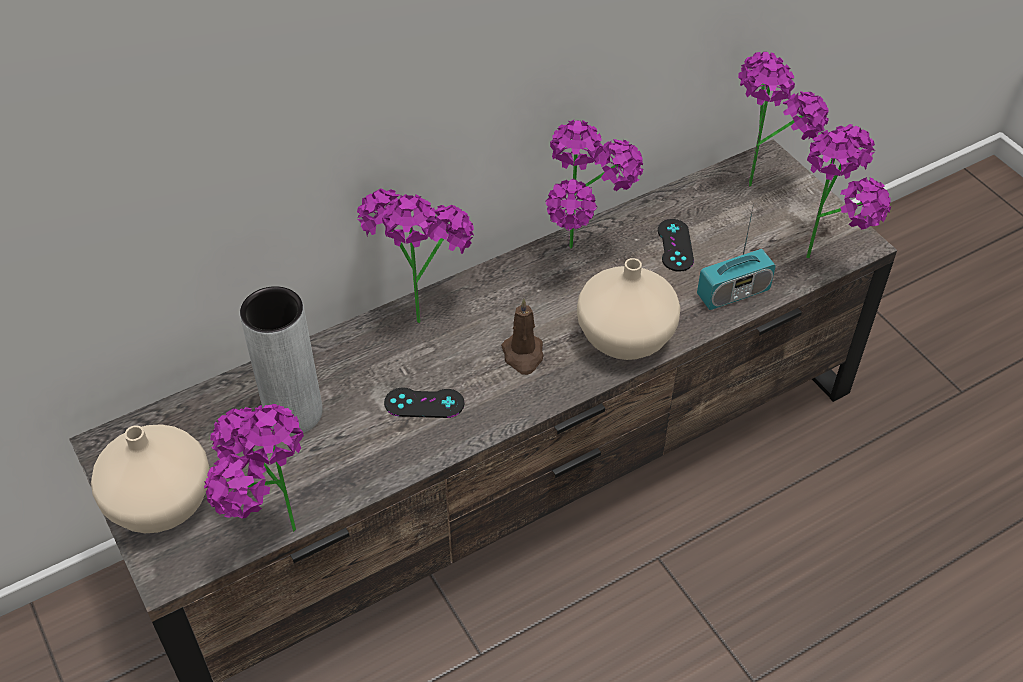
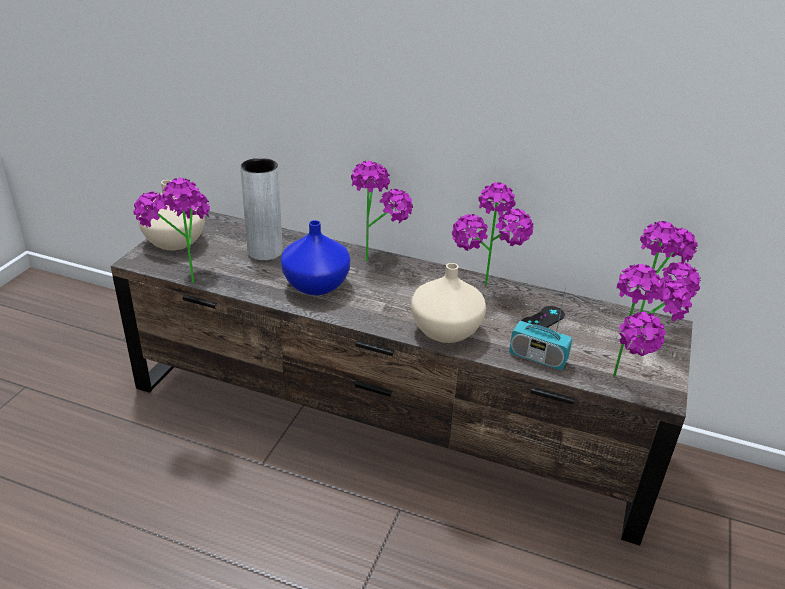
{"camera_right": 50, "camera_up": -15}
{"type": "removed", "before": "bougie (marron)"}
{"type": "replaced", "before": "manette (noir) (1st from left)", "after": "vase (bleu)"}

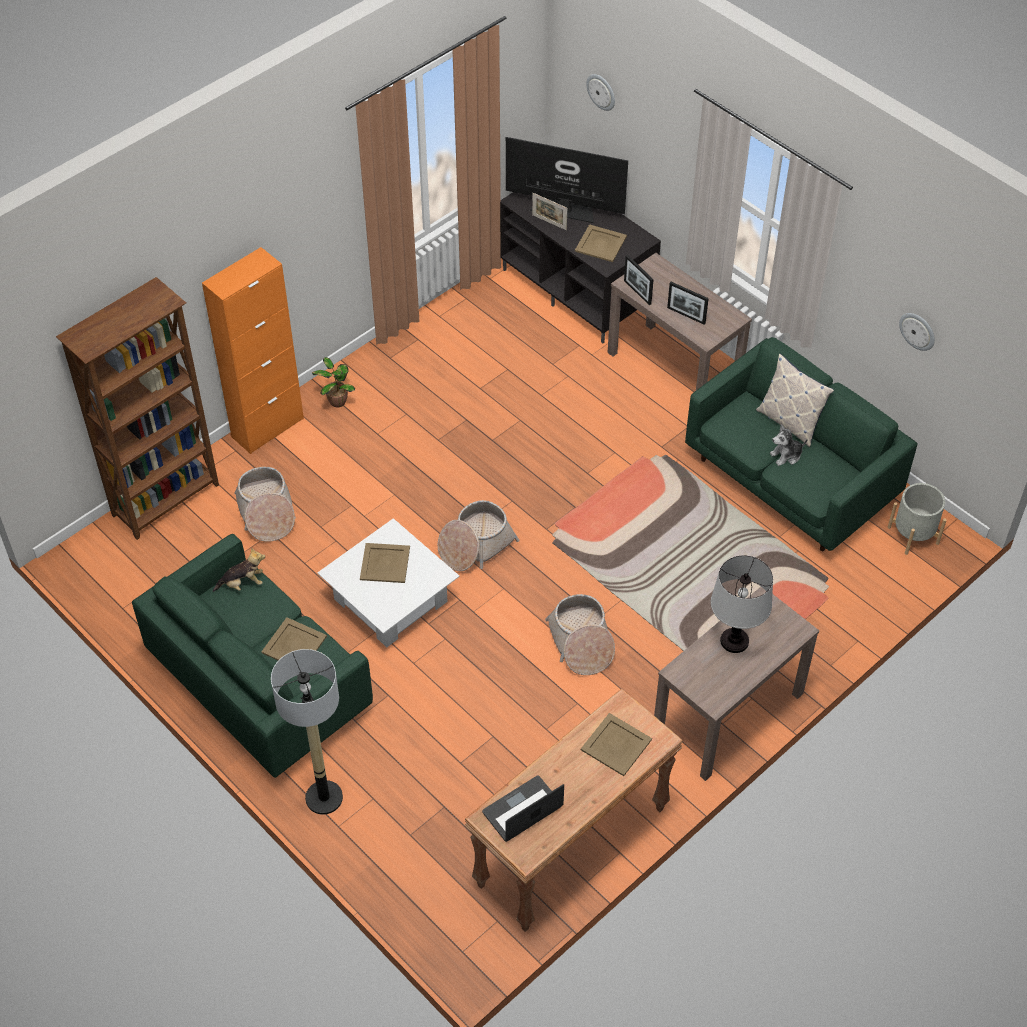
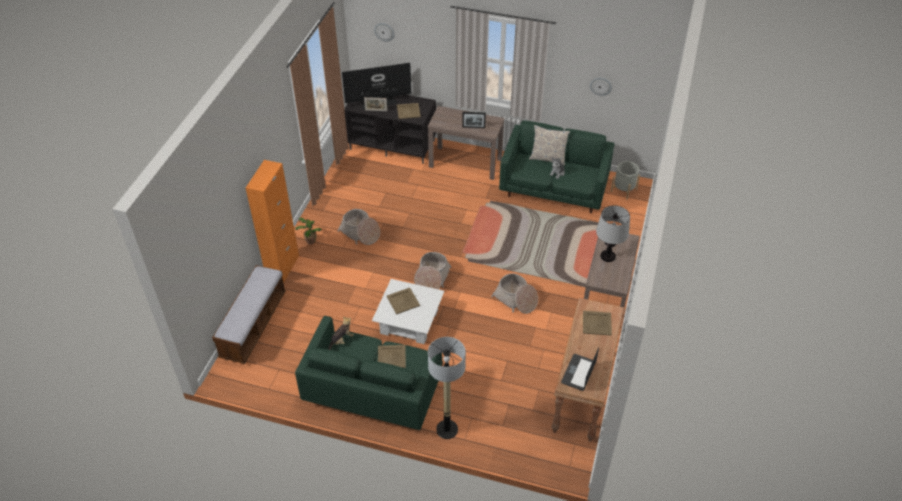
{"camera_right": -30, "camera_up": -5}
{"type": "removed", "before": "cadre photo (2nd from left)"}
{"type": "replaced", "before": "bibliothèque (marron)", "after": "banc"}
{"type": "moved", "before": "panier (1st from left)"}

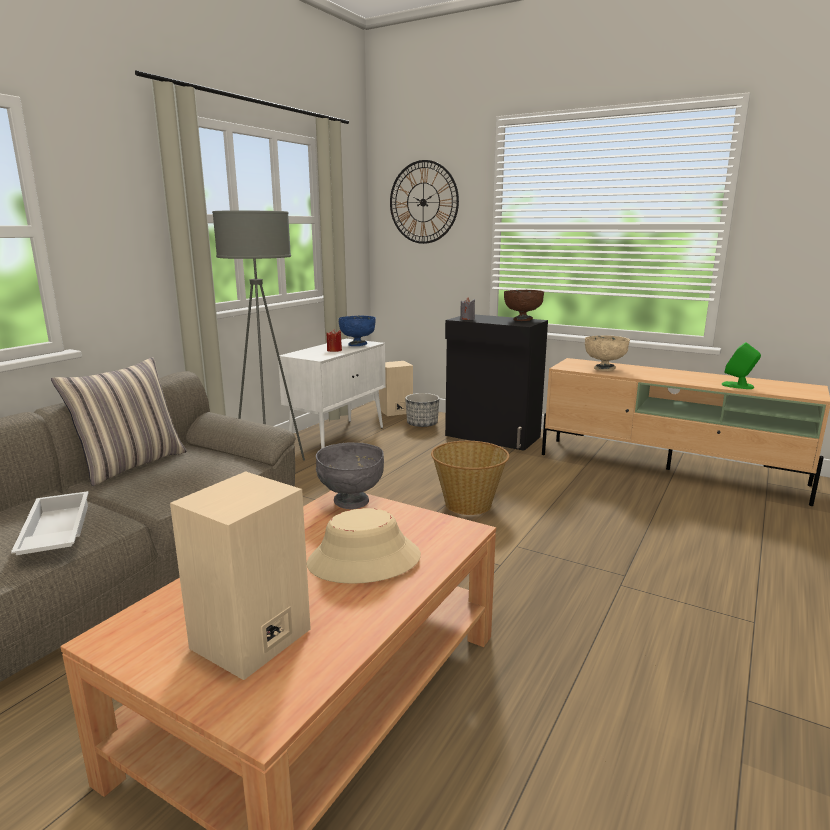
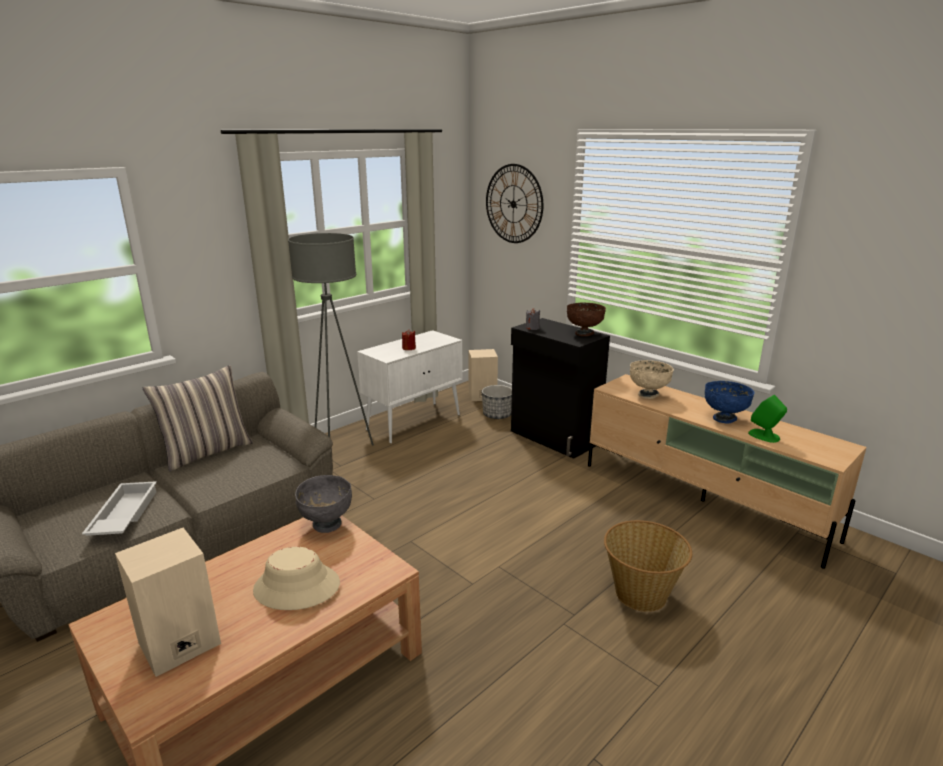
{"camera_right": 15, "camera_up": 5}
{"type": "moved", "before": "bol (bleu)"}
{"type": "moved", "before": "panier"}

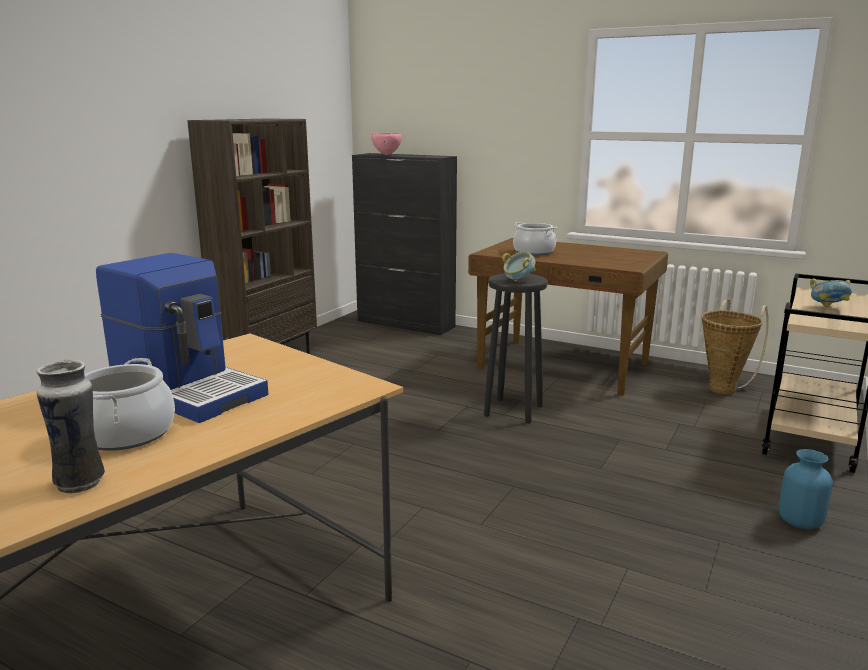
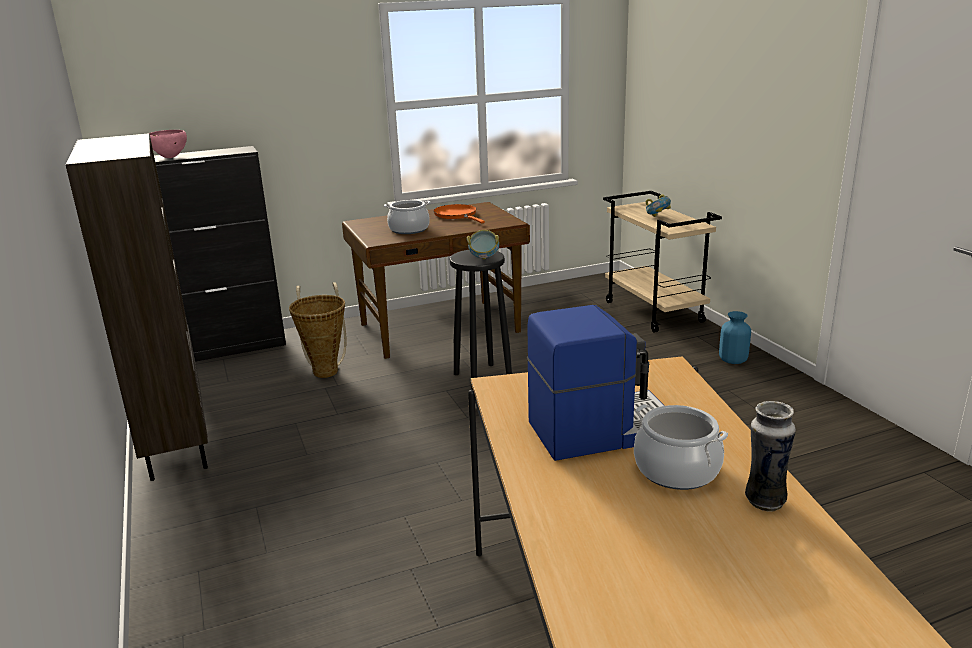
{"camera_right": -50, "camera_up": 5}
{"type": "moved", "before": "panier"}
{"type": "added", "after": "poêle (orange)"}

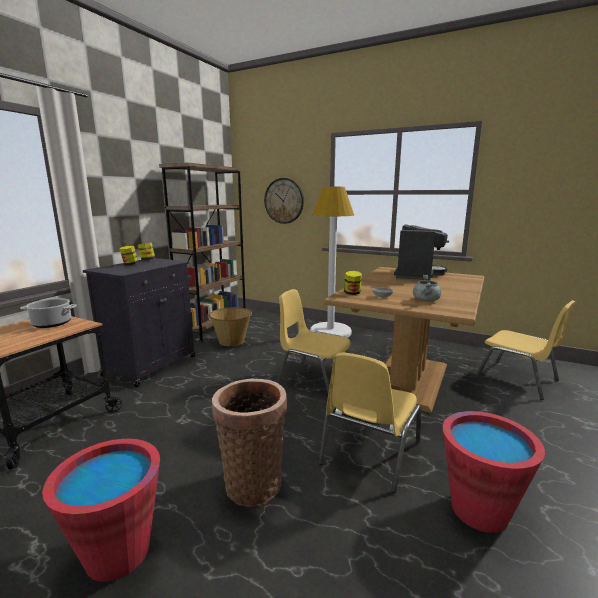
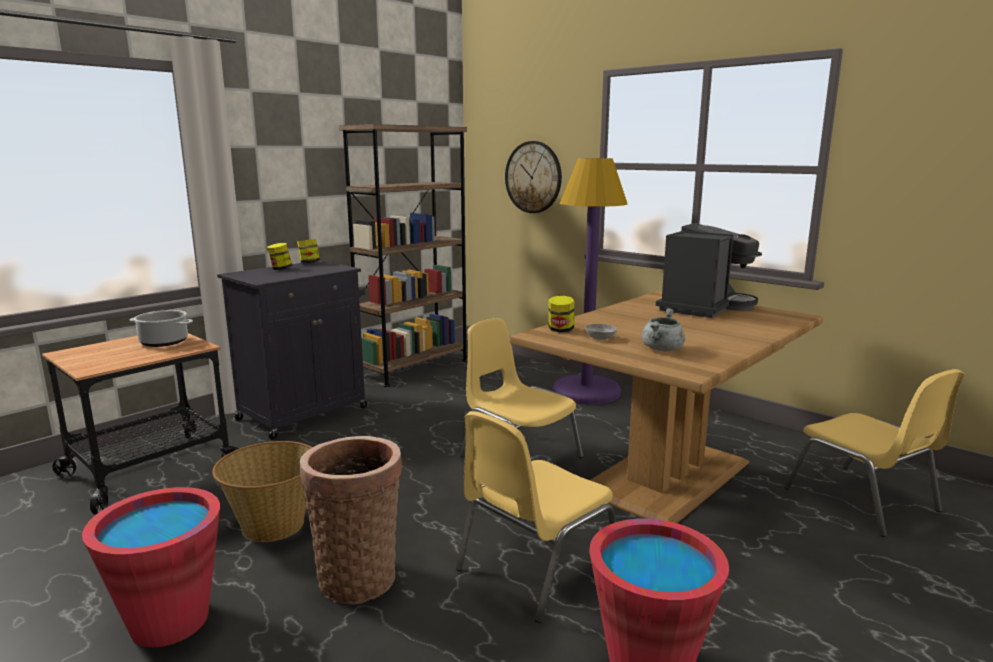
{"camera_right": 15, "camera_up": 0}
{"type": "recoloured", "before": "lampadaire (blanc)", "after": "lampadaire (violet)"}
{"type": "moved", "before": "panier (1st from left)"}

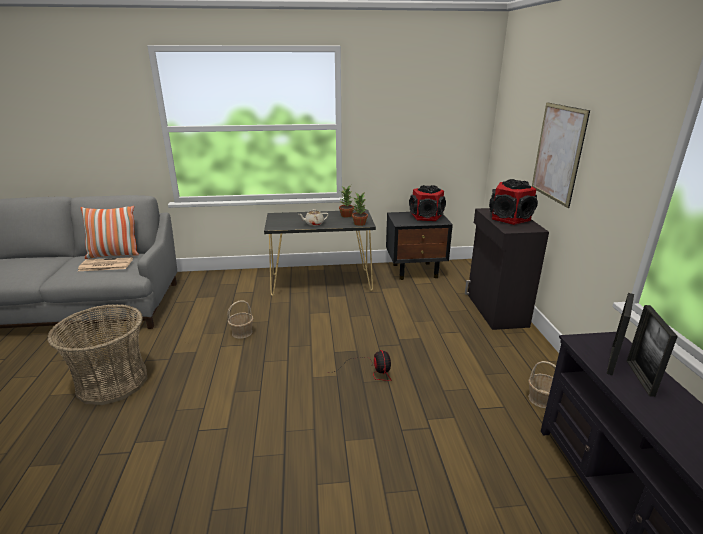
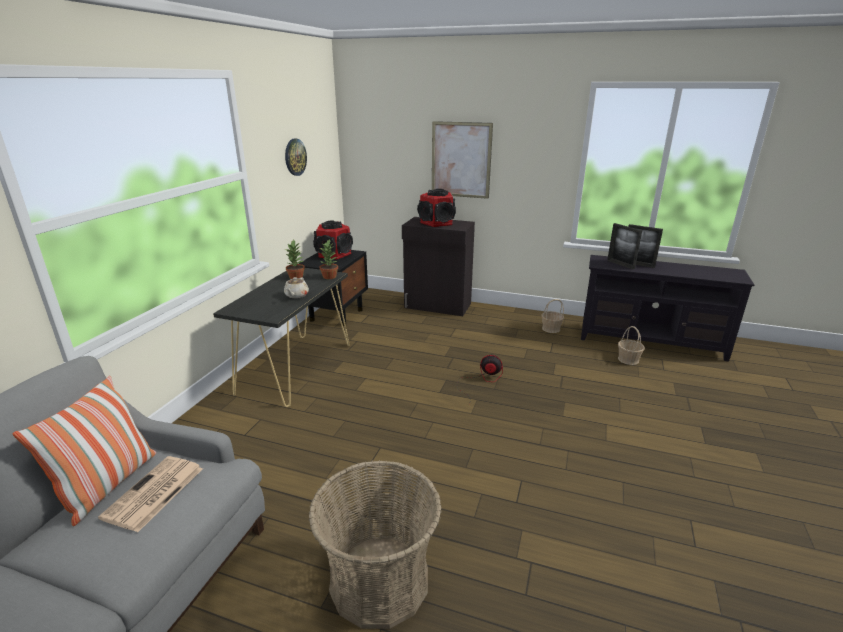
{"camera_right": -65, "camera_up": 0}
{"type": "moved", "before": "panier (2nd from left in the first image)", "after": "panier (3rd from left)"}
{"type": "added", "after": "horloge murale"}

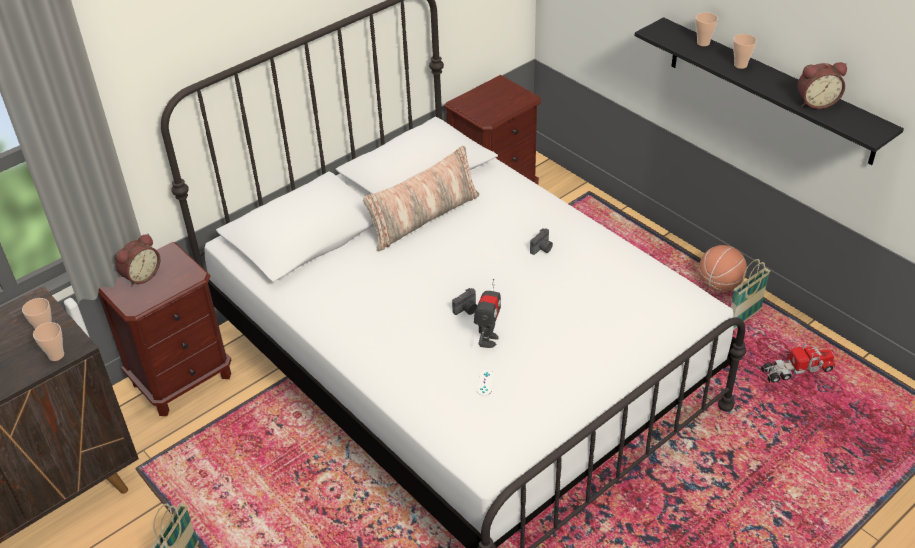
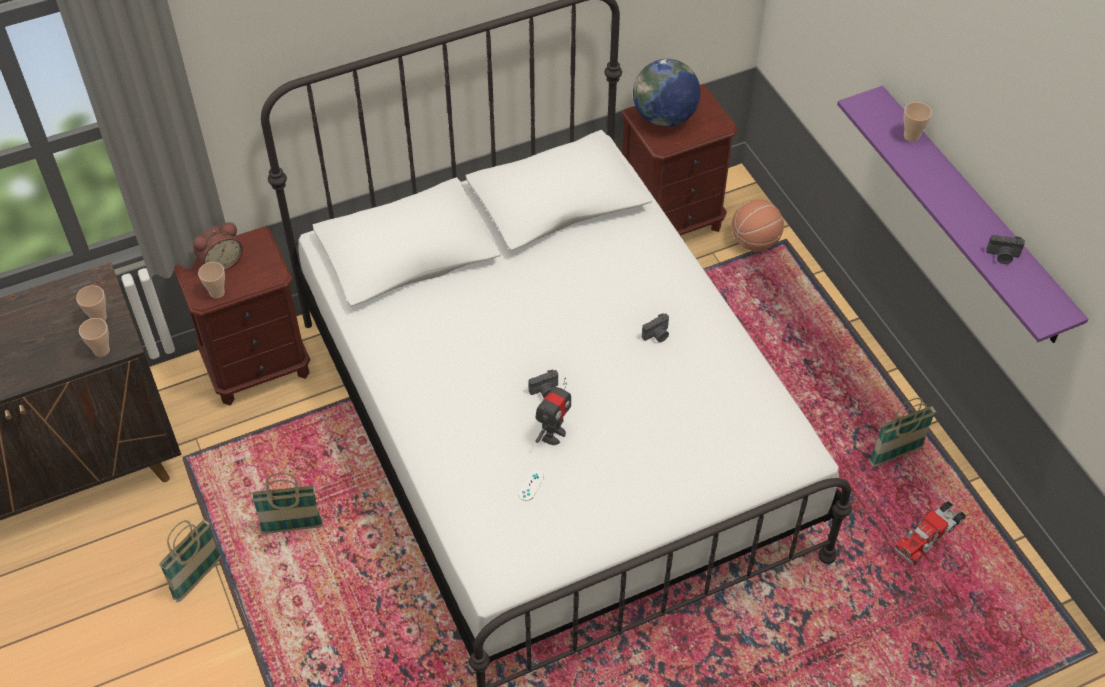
{"camera_right": 15, "camera_up": 10}
{"type": "recoloured", "before": "étagère (noir)", "after": "étagère (violet)"}
{"type": "moved", "before": "tasse (4th from left in the first image)", "after": "tasse (3rd from left)"}
{"type": "replaced", "before": "réveil (2nd from left)", "after": "appareil photo (3rd from left)"}
{"type": "removed", "before": "coussin"}
{"type": "moved", "before": "ballon de basket"}
{"type": "turned", "before": "camion jouet", "turn": 135}
{"type": "added", "after": "globe"}
{"type": "added", "after": "panier (2nd from left)"}

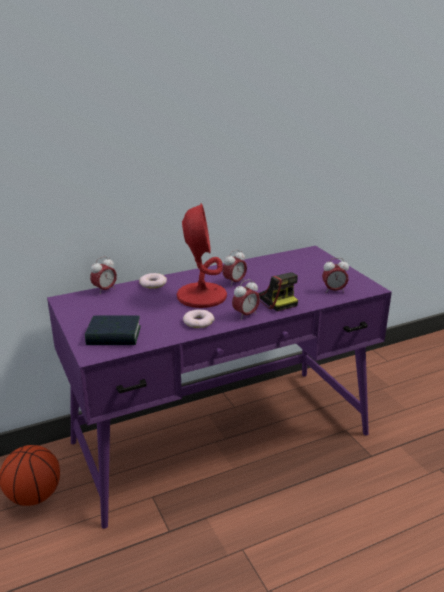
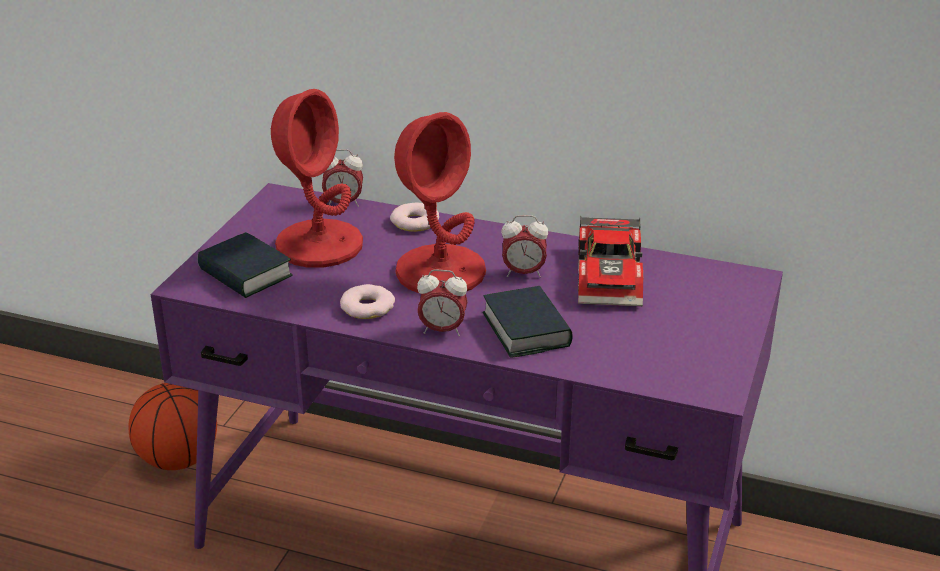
{"camera_right": 45, "camera_up": 5}
{"type": "removed", "before": "réveil (4th from left)"}
{"type": "replaced", "before": "appareil photo", "after": "livre (2nd from left)"}
{"type": "added", "after": "lampe de table (rouge) (1st from left)"}
{"type": "added", "after": "petite voiture"}

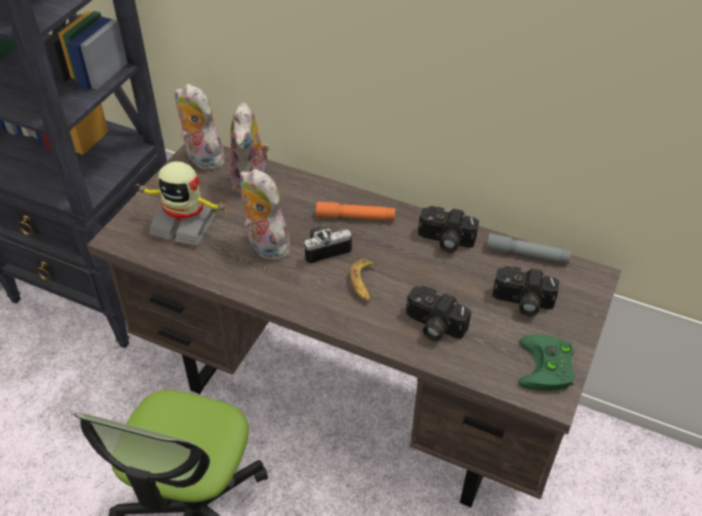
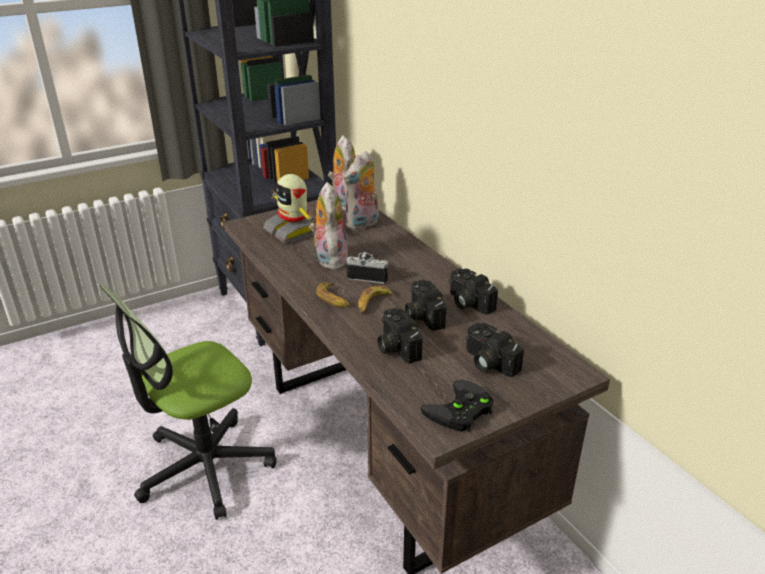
{"camera_right": 35, "camera_up": -15}
{"type": "removed", "before": "lampe de poche (orange)"}
{"type": "removed", "before": "lampe de poche (gris)"}
{"type": "recoloured", "before": "manette (vert)", "after": "manette (noir)"}
{"type": "added", "after": "appareil photo (3rd from left)"}
{"type": "added", "after": "banane (1st from left)"}

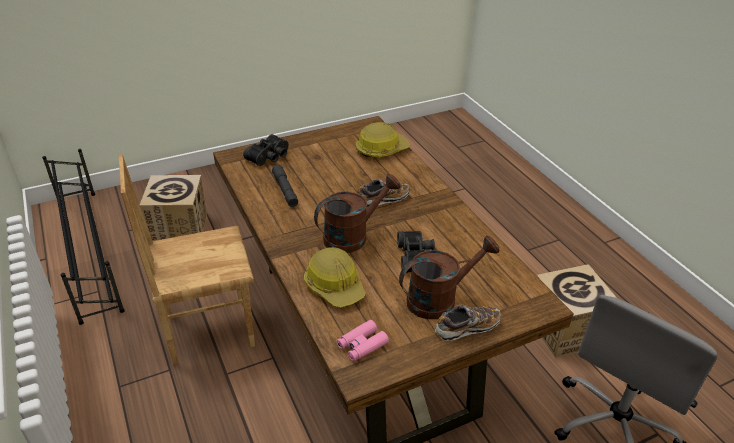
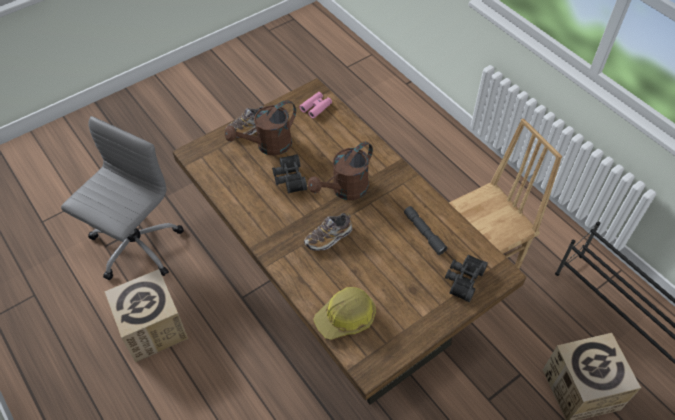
{"camera_right": 170, "camera_up": 15}
{"type": "removed", "before": "casque de chantier (1st from left)"}

